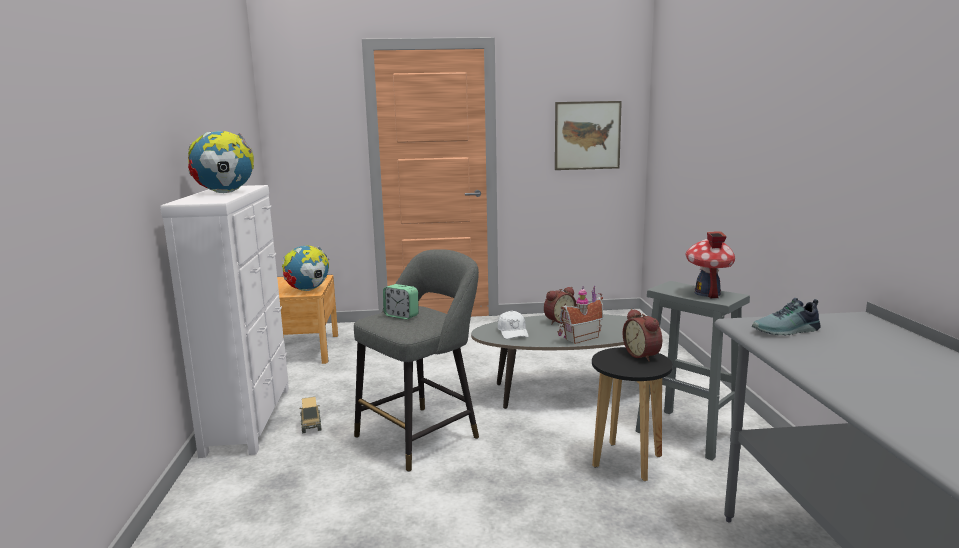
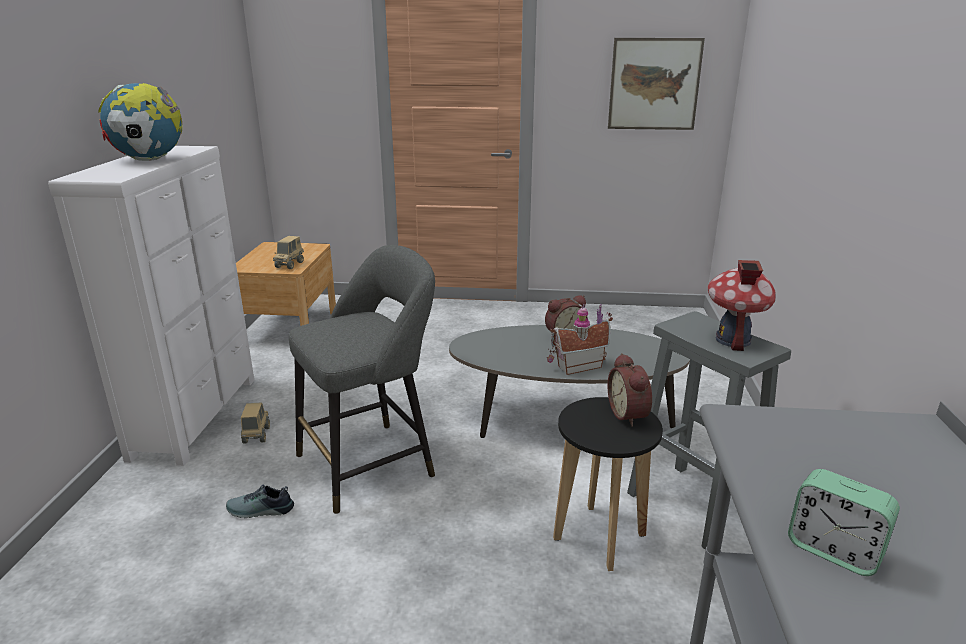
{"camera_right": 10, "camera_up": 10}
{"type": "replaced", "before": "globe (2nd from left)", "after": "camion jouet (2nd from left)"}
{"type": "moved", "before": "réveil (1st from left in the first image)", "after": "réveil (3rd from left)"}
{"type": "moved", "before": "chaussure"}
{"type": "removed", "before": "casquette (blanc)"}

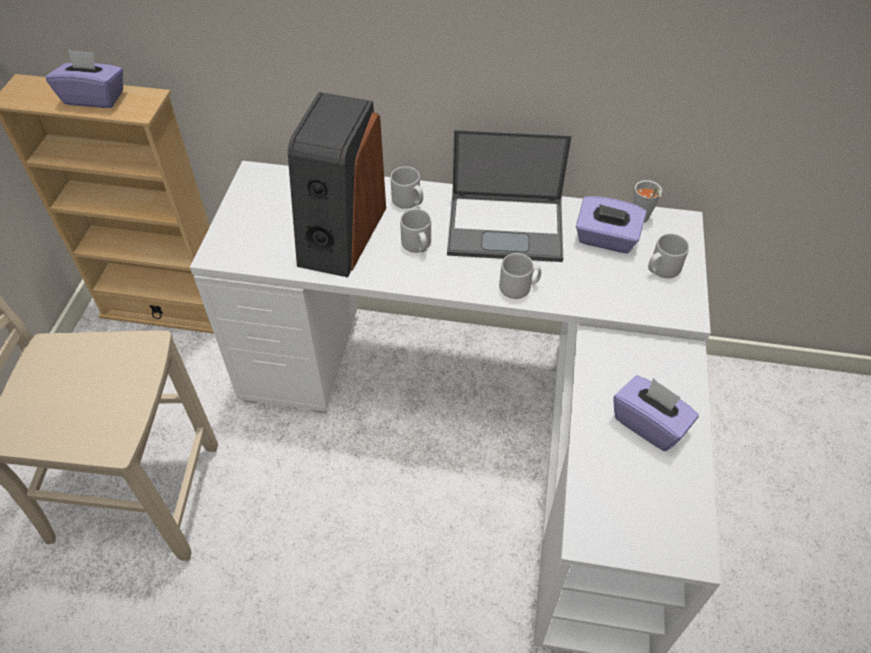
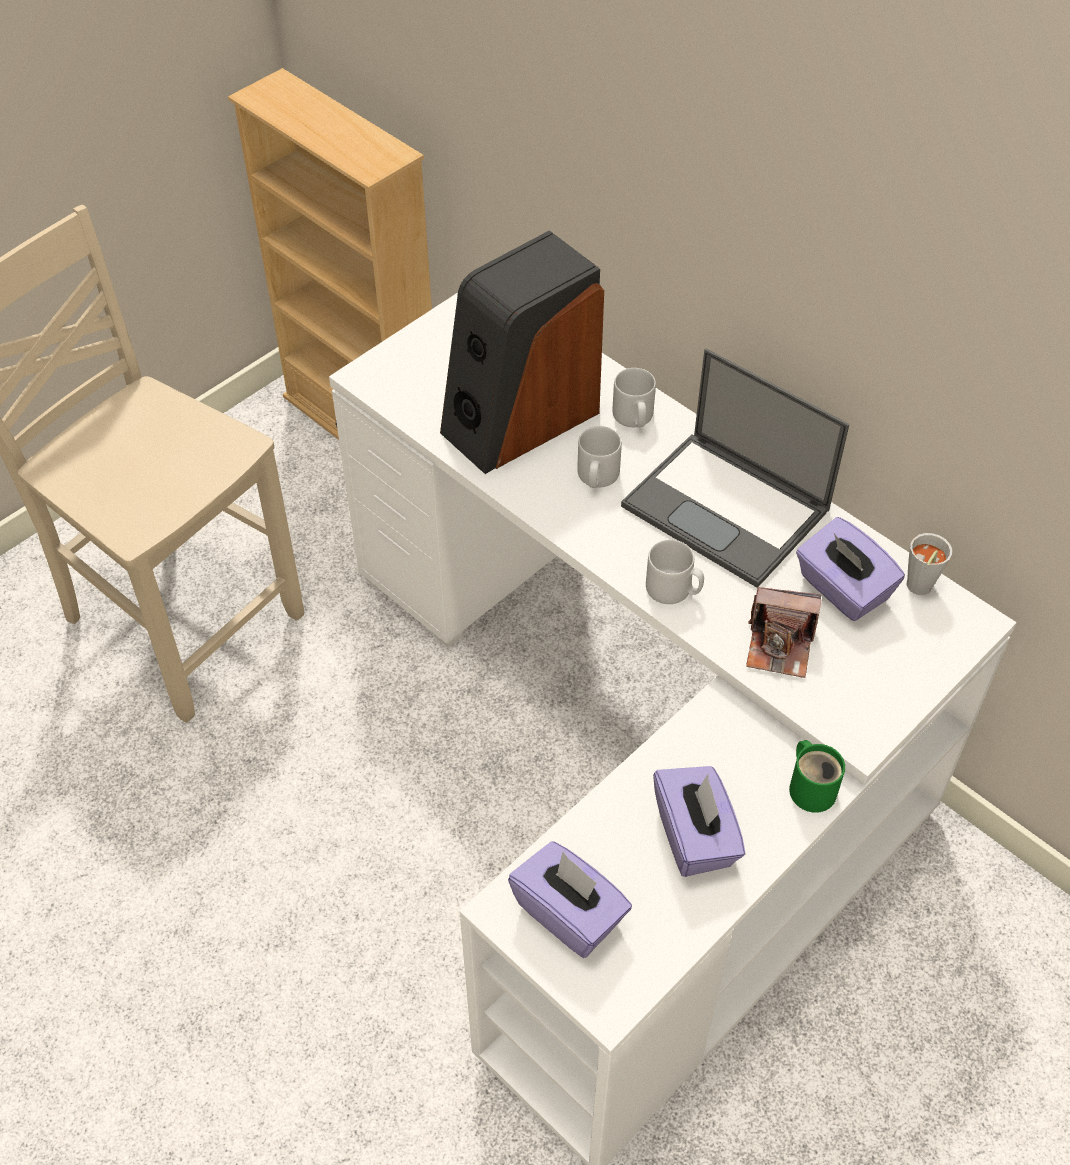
{"camera_right": 35, "camera_up": 0}
{"type": "moved", "before": "boîte à mouchoirs (violet) (1st from left)"}
{"type": "removed", "before": "mug (gris) (4th from left)"}
{"type": "added", "after": "appareil photo"}
{"type": "added", "after": "mug (vert)"}

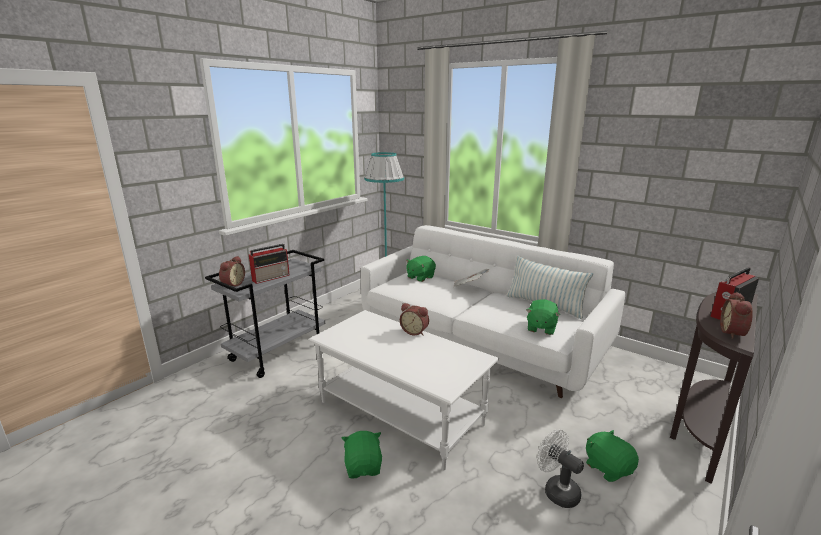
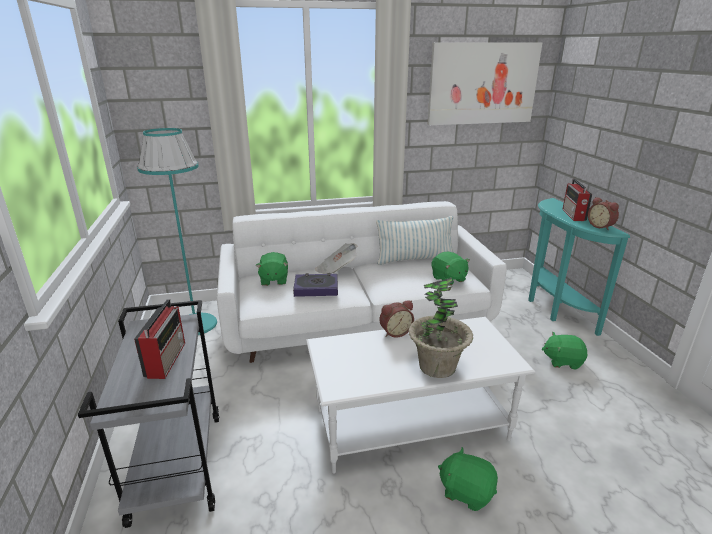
{"camera_right": -50, "camera_up": 5}
{"type": "removed", "before": "réveil (1st from left)"}
{"type": "recoloured", "before": "table console (marron)", "after": "table console (turquoise)"}
{"type": "removed", "before": "ventilateur (blanc)"}
{"type": "added", "after": "tableau"}
{"type": "added", "after": "livre"}
{"type": "added", "after": "plante en pot"}

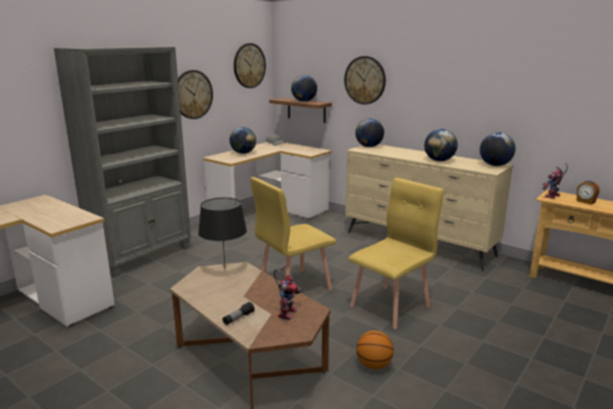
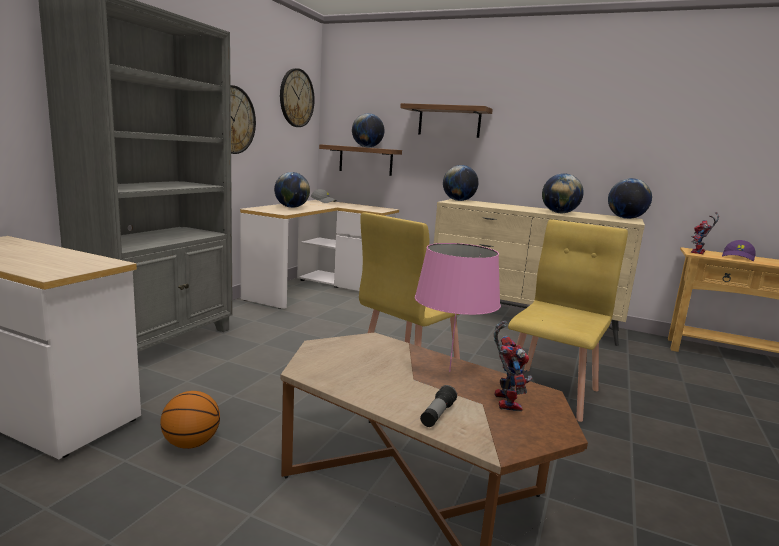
{"camera_right": -15, "camera_up": -5}
{"type": "replaced", "before": "horloge murale (3rd from left)", "after": "étagère (2nd from left)"}
{"type": "replaced", "before": "réveil", "after": "casquette (violet)"}
{"type": "removed", "before": "lampe de table (noir)"}
{"type": "moved", "before": "ballon de basket"}
{"type": "added", "after": "lampe de table (rose)"}

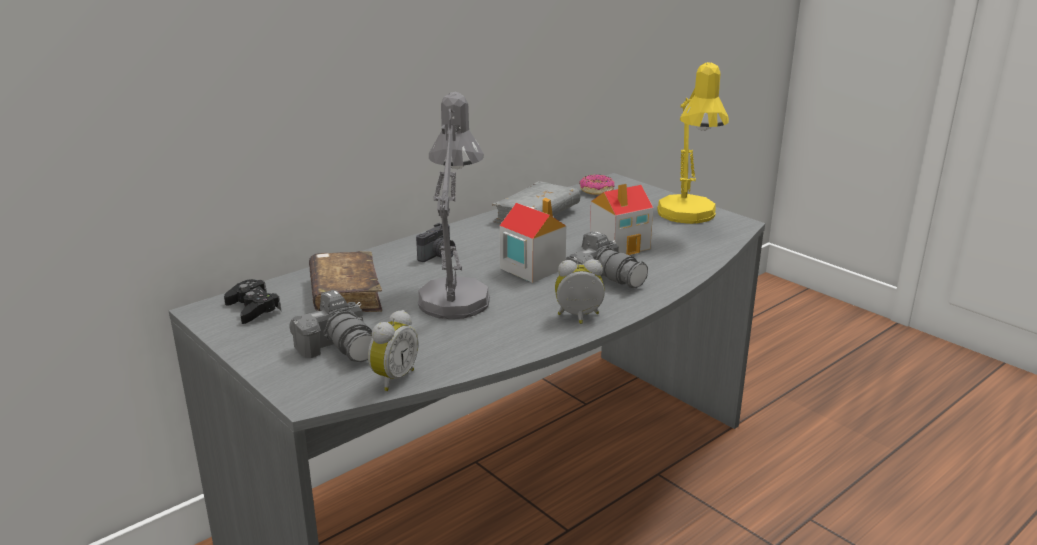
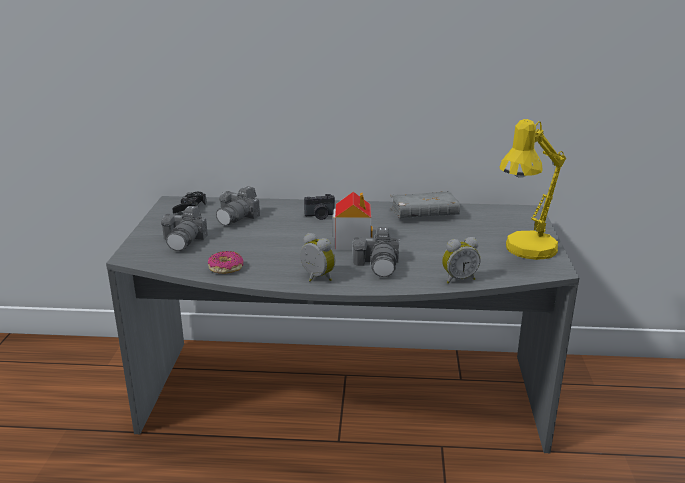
{"camera_right": 45, "camera_up": 0}
{"type": "removed", "before": "lampe de table (gris)"}
{"type": "moved", "before": "beignet"}
{"type": "removed", "before": "maison miniature (2nd from left)"}
{"type": "replaced", "before": "livre (marron)", "after": "appareil photo (2nd from left)"}
{"type": "moved", "before": "réveil (1st from left in the first image)", "after": "réveil (2nd from left)"}

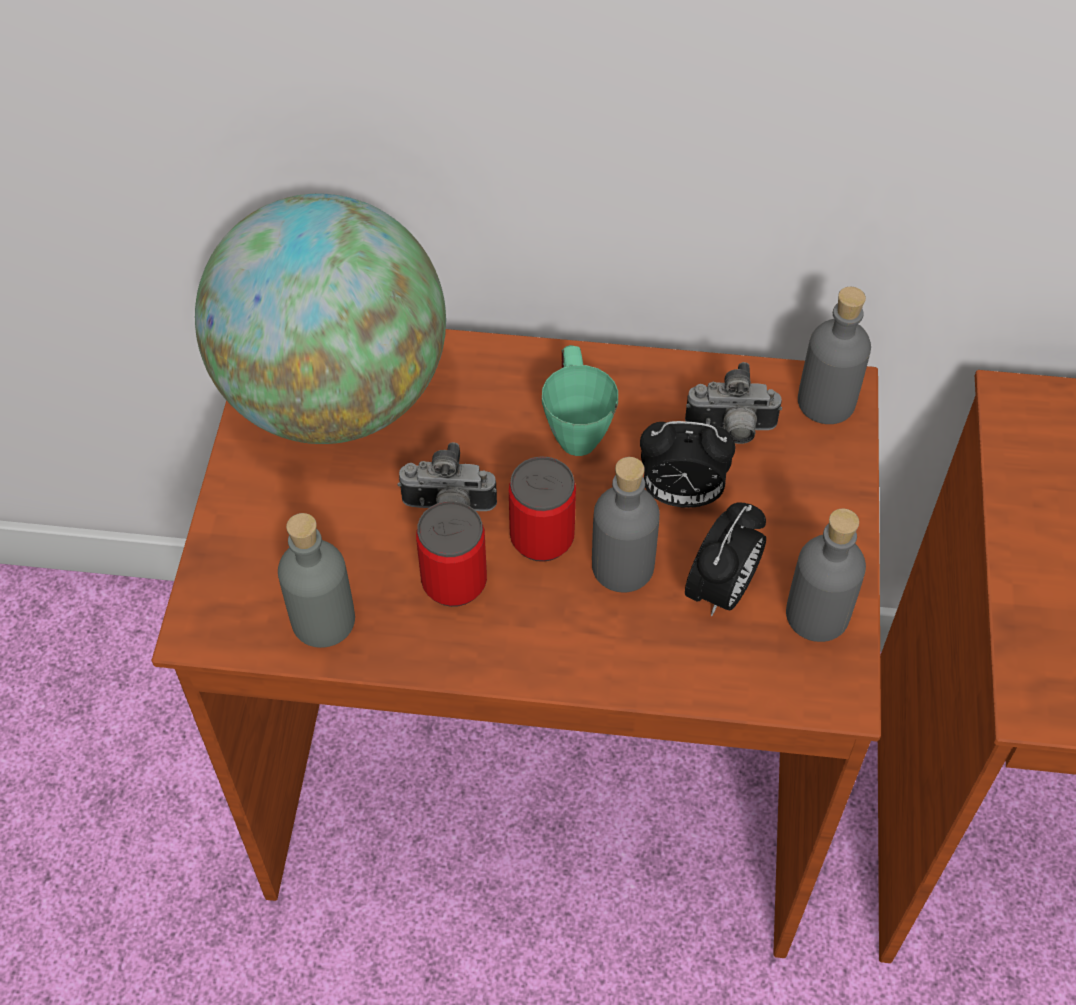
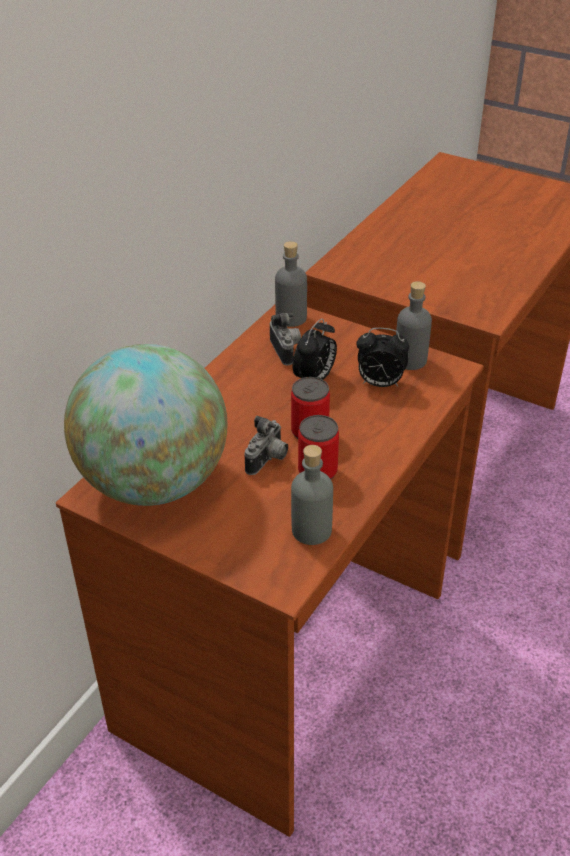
{"camera_right": -65, "camera_up": -15}
{"type": "removed", "before": "mug (vert)"}
{"type": "turned", "before": "appareil photo (2nd from left)", "turn": -45}
{"type": "removed", "before": "bouteille (gris) (2nd from left)"}
{"type": "turned", "before": "réveil (2nd from left)", "turn": 135}

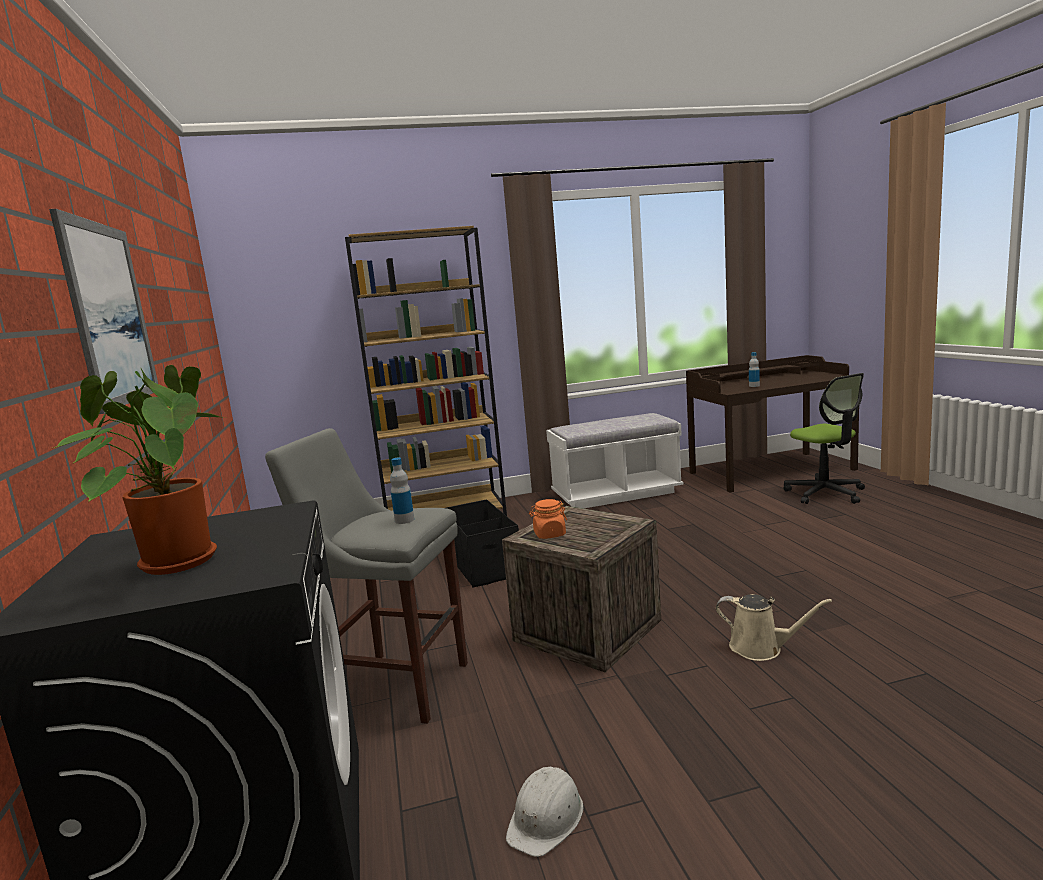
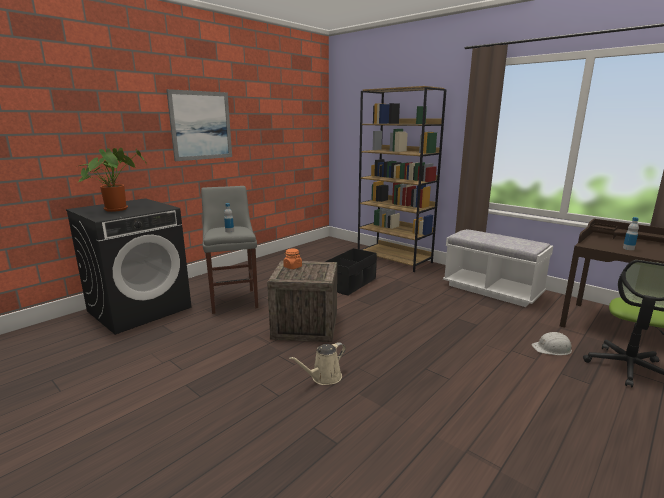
{"camera_right": 55, "camera_up": 5}
{"type": "turned", "before": "arrosoir (beige)", "turn": 60}
{"type": "moved", "before": "casque de chantier (blanc)"}

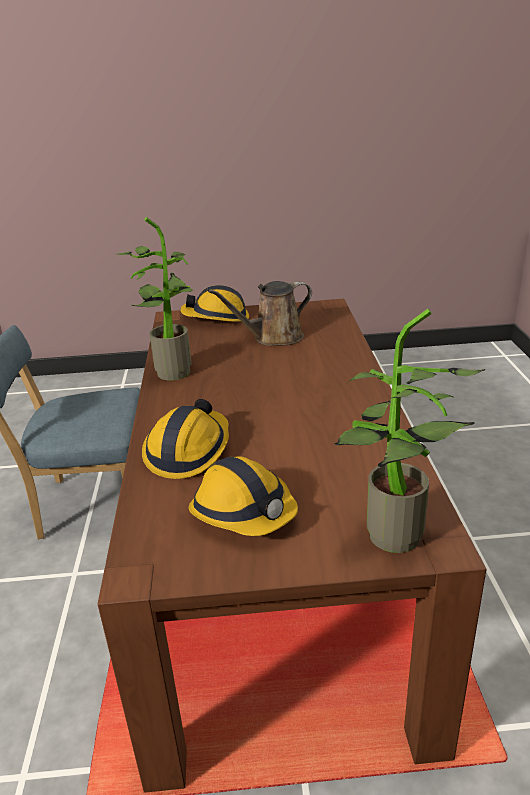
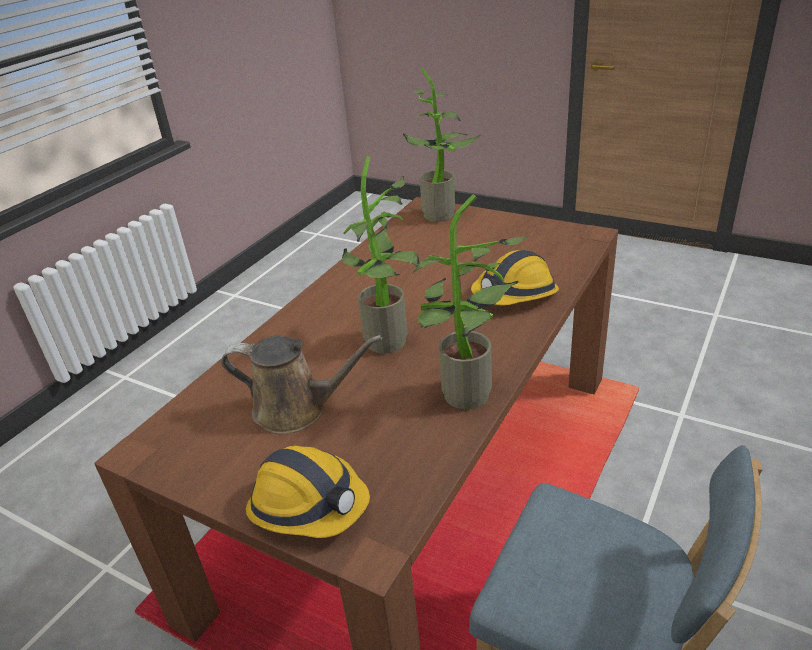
{"camera_right": -145, "camera_up": 5}
{"type": "removed", "before": "casque de chantier (3rd from left)"}
{"type": "added", "after": "plante en pot (1st from left)"}

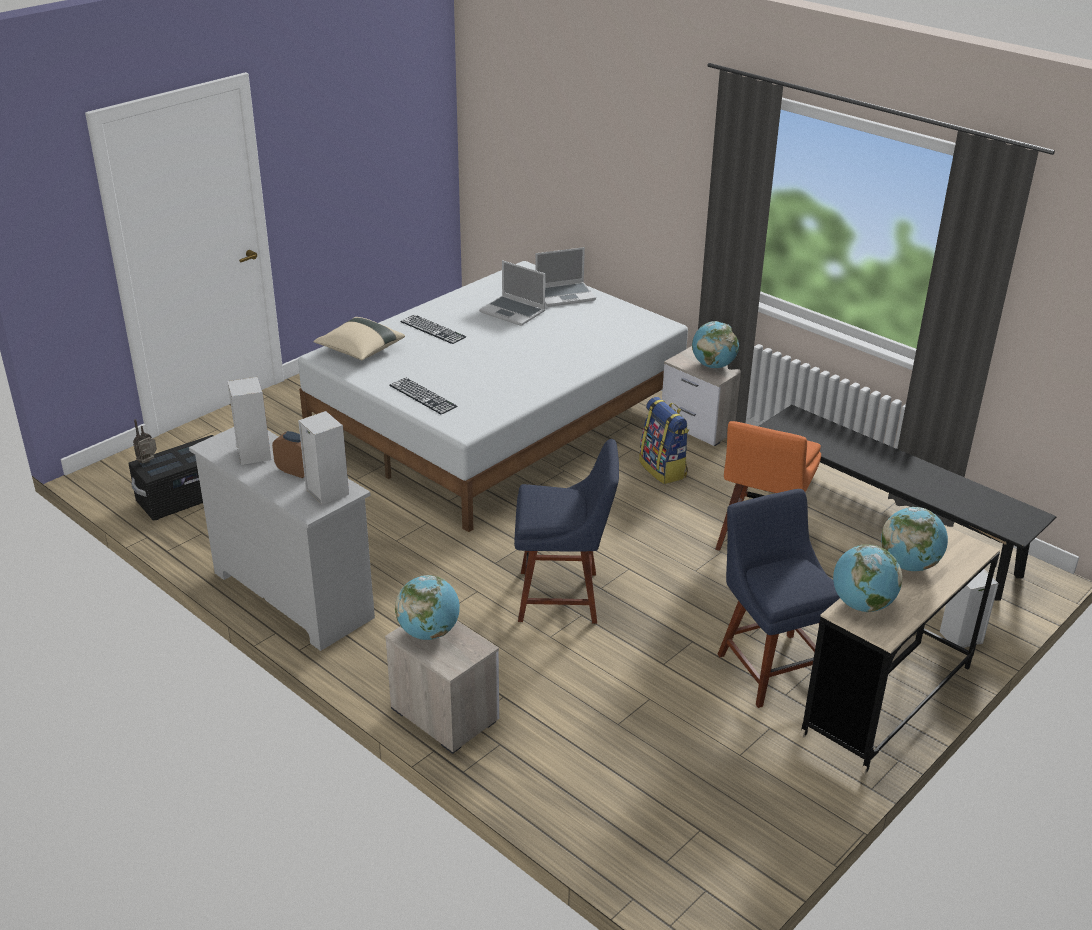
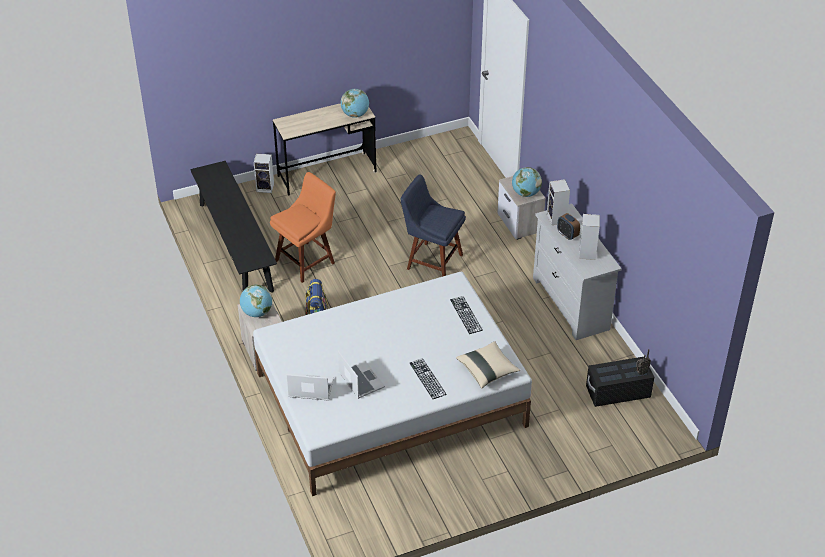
{"camera_right": -155, "camera_up": 10}
{"type": "removed", "before": "chaise (bleu) (2nd from left)"}
{"type": "removed", "before": "globe (4th from left)"}

